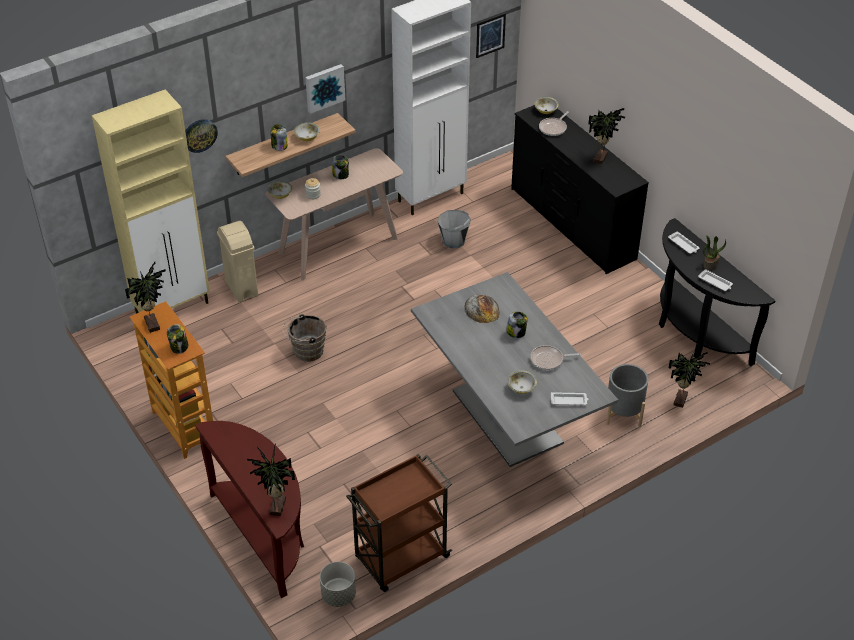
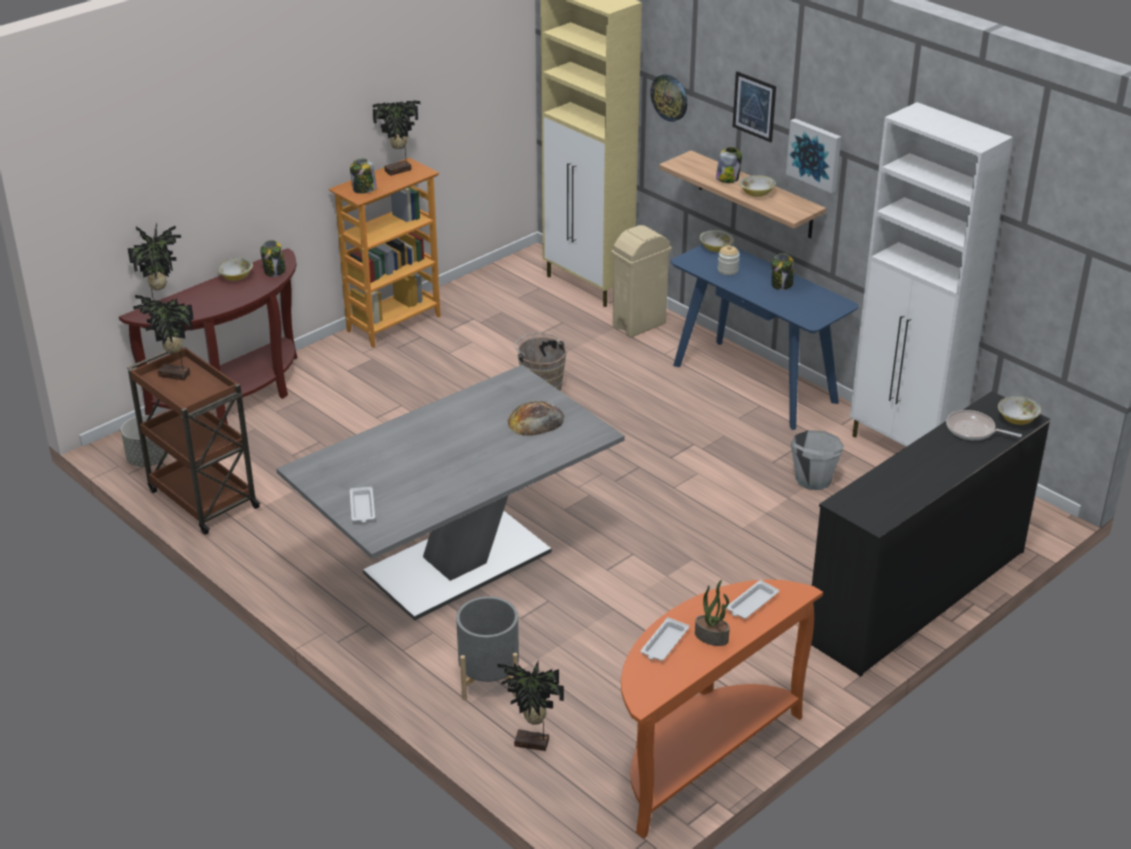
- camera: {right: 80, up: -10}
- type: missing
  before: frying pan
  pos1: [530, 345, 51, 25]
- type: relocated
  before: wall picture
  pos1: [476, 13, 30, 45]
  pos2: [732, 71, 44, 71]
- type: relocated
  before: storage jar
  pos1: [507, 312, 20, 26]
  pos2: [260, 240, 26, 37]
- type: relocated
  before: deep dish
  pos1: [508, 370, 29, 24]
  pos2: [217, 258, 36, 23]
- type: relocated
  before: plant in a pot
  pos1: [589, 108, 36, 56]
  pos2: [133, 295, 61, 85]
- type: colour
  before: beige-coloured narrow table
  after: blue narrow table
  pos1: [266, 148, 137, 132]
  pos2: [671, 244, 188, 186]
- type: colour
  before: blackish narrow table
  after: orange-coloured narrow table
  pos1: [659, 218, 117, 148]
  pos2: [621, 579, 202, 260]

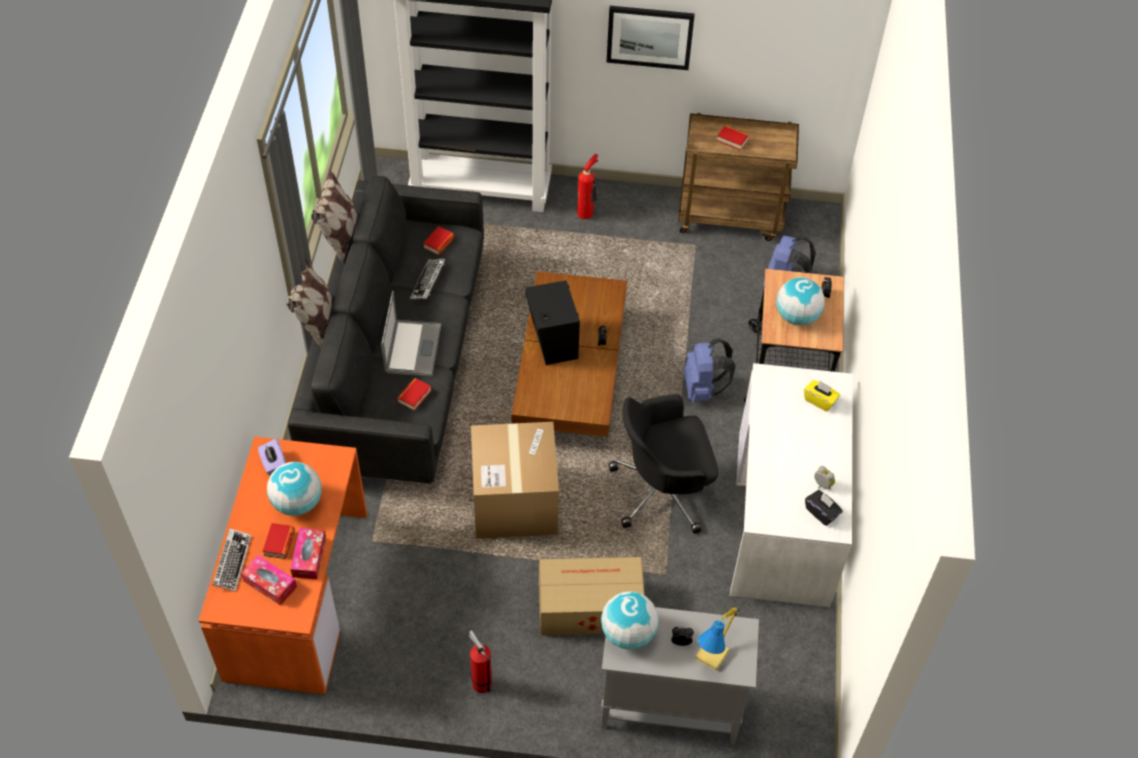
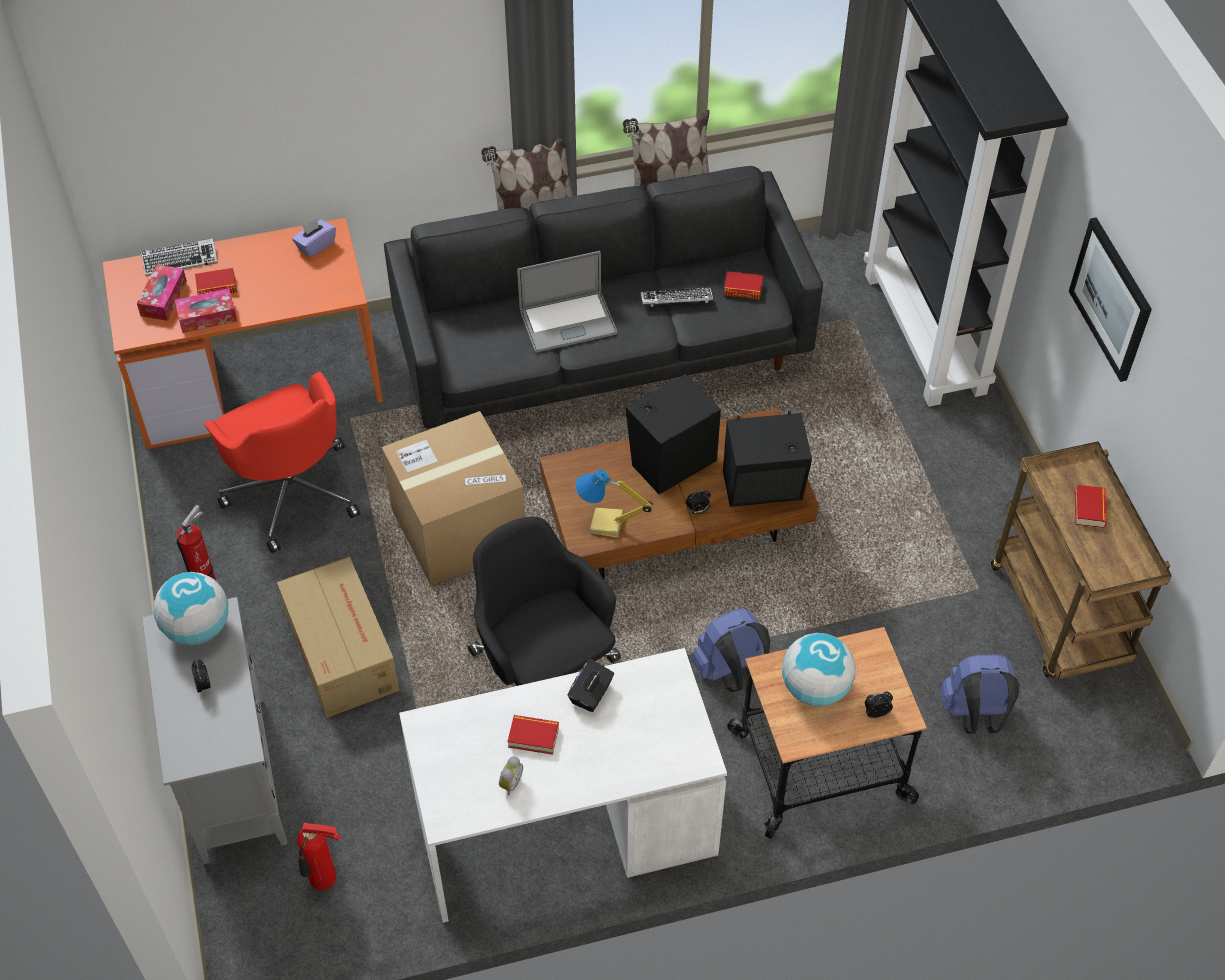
- camera: {right: 70, up: 0}
- type: missing
  before: desk globe
  pos1: [267, 462, 55, 54]
- type: missing
  before: yellowish box of tissues
  pos1: [804, 380, 36, 31]
- type: appeared
  after: reddish computer chair
  pos2: [204, 372, 156, 181]
- type: appeared
  after: blackish loudspeaker
  pos2: [723, 411, 89, 96]
- type: relocated
  before: book
  pos1: [397, 378, 34, 33]
  pos2: [508, 715, 51, 40]
- type: relocated
  before: fire-fighting cylinder
  pos1: [577, 154, 21, 65]
  pos2: [297, 823, 44, 67]
- type: relocated
  before: tabletop lamp
  pos1: [695, 606, 45, 65]
  pos2: [575, 469, 78, 69]
- type: relocated
  before: blackish box of tissues
  pos1: [805, 490, 38, 36]
  pos2: [568, 659, 46, 53]

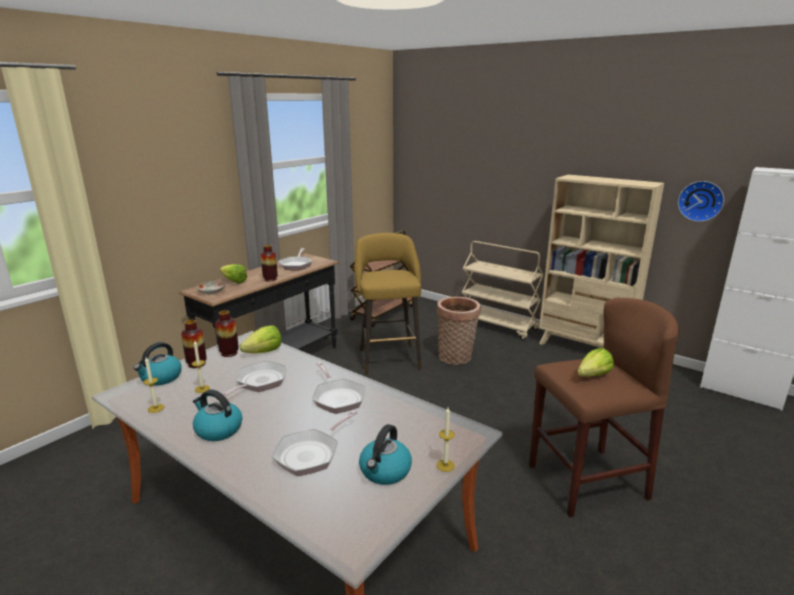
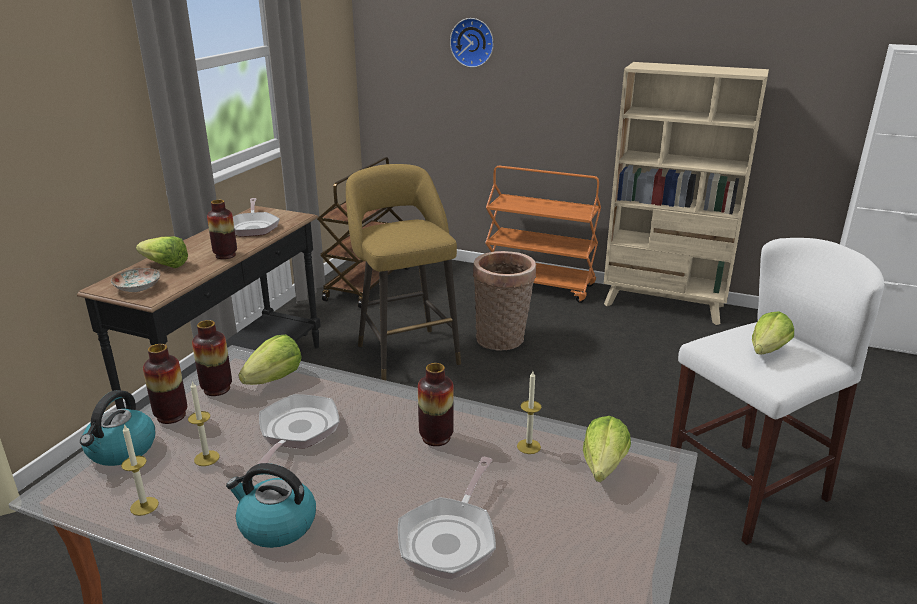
- camera: {right: -15, up: 5}
- type: missing
  before: tea kettle
  pos1: [359, 424, 53, 61]
- type: appeared
  after: head of lettuce
  pos2: [583, 416, 48, 66]
- type: relocated
  before: wax candle
  pos1: [436, 408, 19, 64]
  pos2: [517, 371, 24, 83]
- type: relocated
  before: wall clock
  pos1: [678, 181, 46, 41]
  pos2: [450, 18, 44, 50]
- type: exchanged
  before: frying pan
  after: vase
  pos1: [312, 362, 53, 52]
  pos2: [418, 363, 36, 83]
- type: colour
  before: beige-coloured wheeled cart
  after: orange-coloured wheeled cart
  pos1: [461, 241, 83, 99]
  pos2: [485, 166, 116, 137]
- type: colour
  before: brownish stool
  after: white-coloured stool
  pos1: [529, 298, 150, 219]
  pos2: [671, 238, 214, 307]

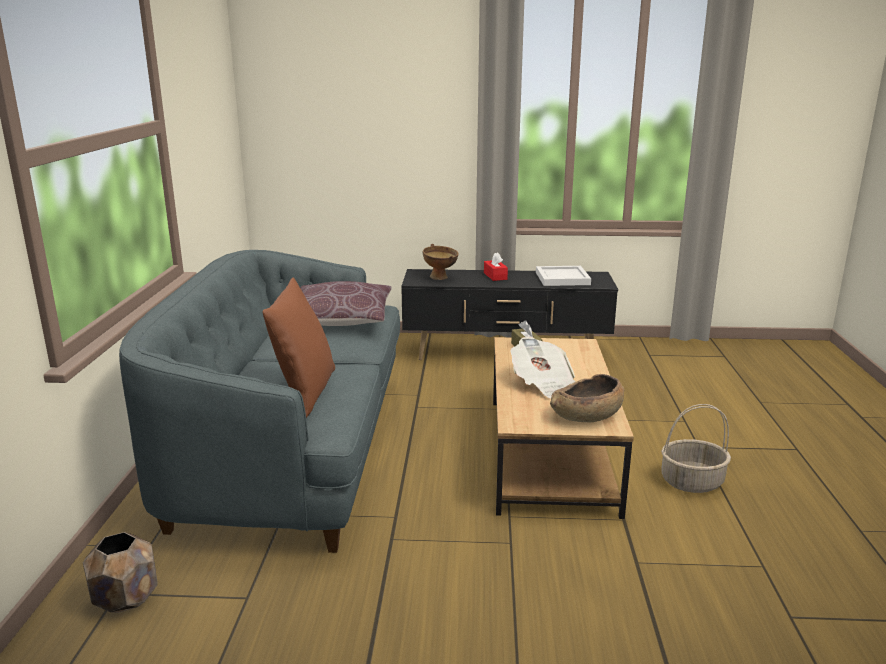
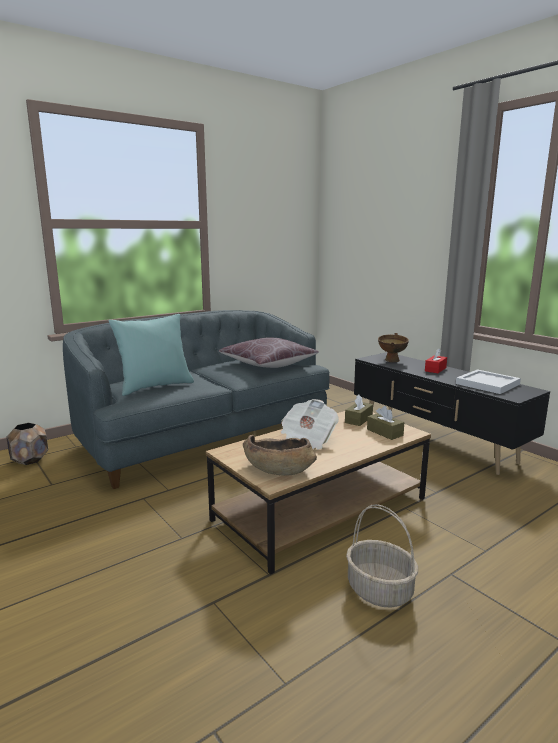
- camera: {right: 50, up: -5}
- type: appeared
  after: brownish box of tissues
  pos2: [367, 406, 37, 34]
- type: colour
  before: brownish pillow
  after: turquoise-coloured pillow
  pos1: [262, 278, 73, 140]
  pos2: [109, 314, 85, 82]

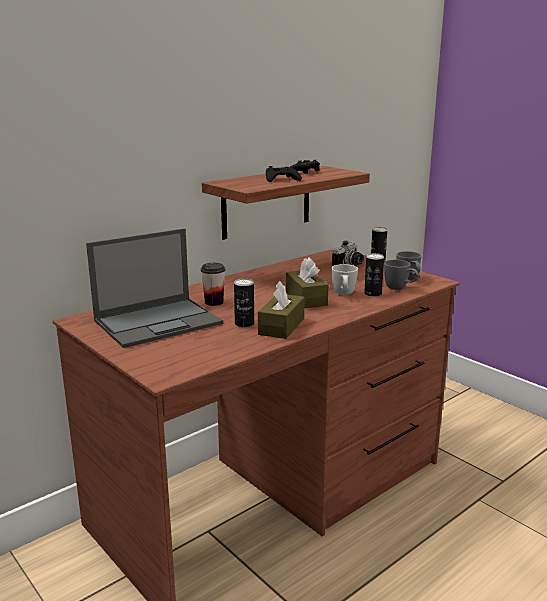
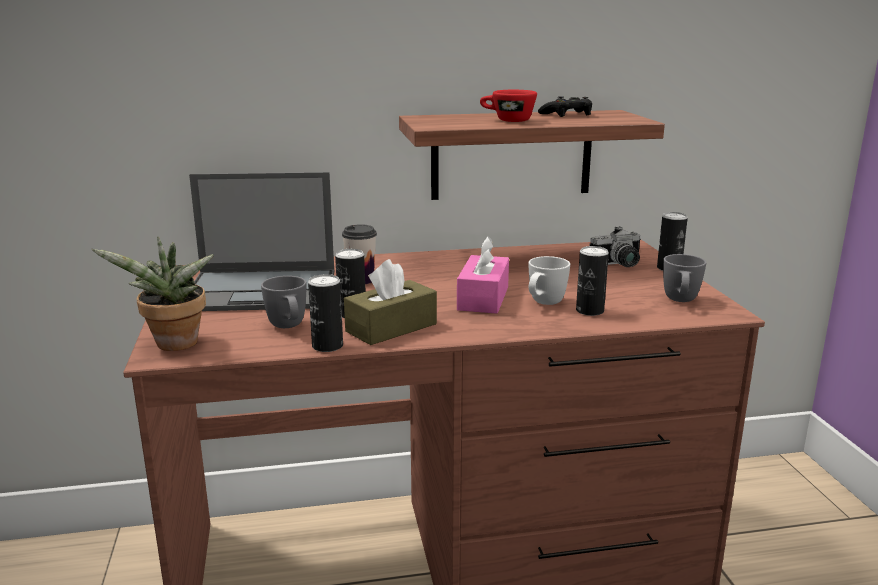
- camera: {right: 30, up: 0}
- type: appeared
  after: plant in a pot
  pos2: [91, 236, 123, 115]
- type: appeared
  after: metal can
  pos2: [308, 274, 35, 78]
- type: relocated
  before: gray tea mug
  pos1: [384, 260, 35, 30]
  pos2: [261, 276, 45, 52]
- type: exchanged
  before: blackish game controller
  after: reddish small cup
  pos1: [266, 166, 36, 16]
  pos2: [480, 90, 57, 32]
- type: colour
  before: brownish box of tissues
  after: pinkish box of tissues
  pos1: [286, 258, 43, 50]
  pos2: [457, 236, 52, 78]

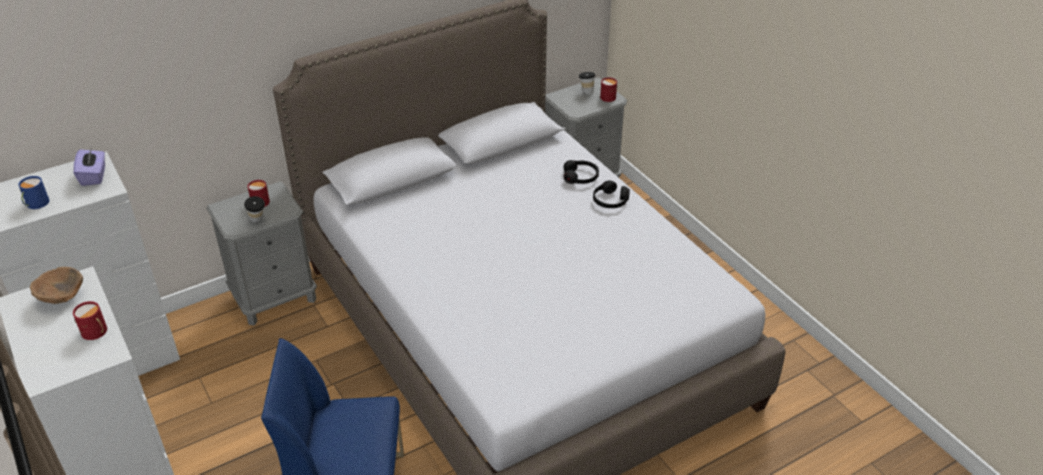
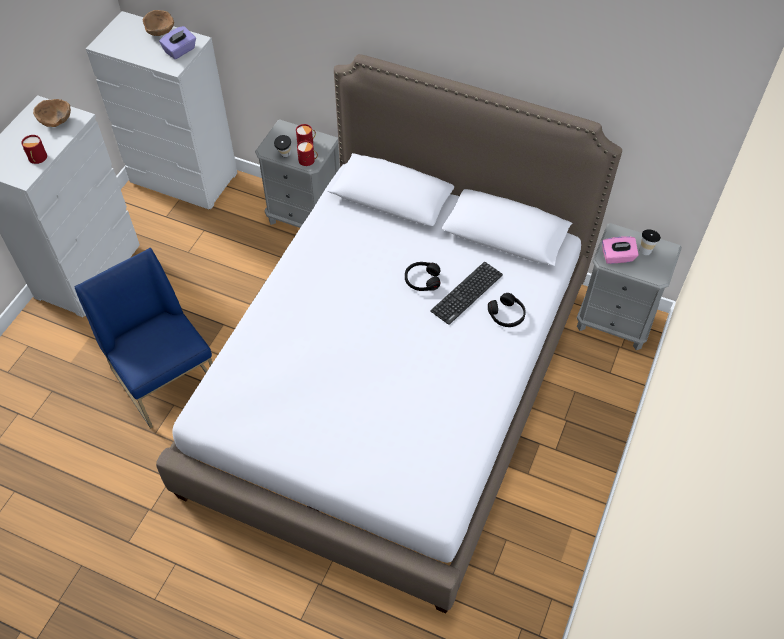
- camera: {right: 55, up: 15}
- type: missing
  before: blue tea mug
  pos1: [19, 176, 30, 33]
- type: appeared
  after: brownish deep dish
  pos2: [143, 10, 31, 26]
- type: appeared
  after: computer keyboard
  pos2: [430, 262, 73, 63]
- type: appeared
  after: pinkish box of tissues
  pos2: [602, 236, 37, 28]
- type: relocated
  before: blackish headphones
  pos1: [593, 180, 37, 28]
  pos2: [405, 262, 36, 29]
- type: relocated
  before: reddish tea mug
  pos1: [600, 77, 18, 25]
  pos2: [297, 141, 21, 25]

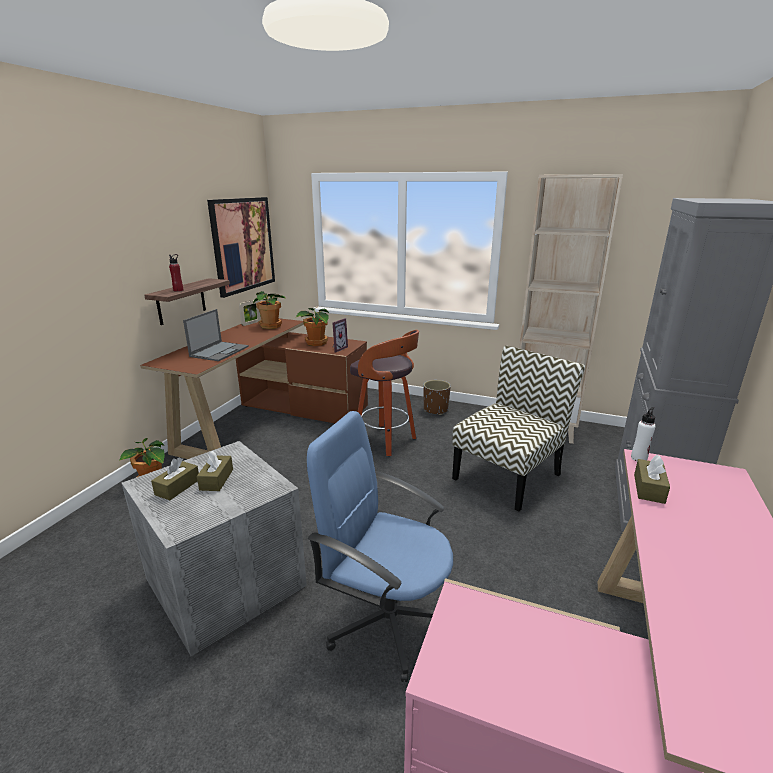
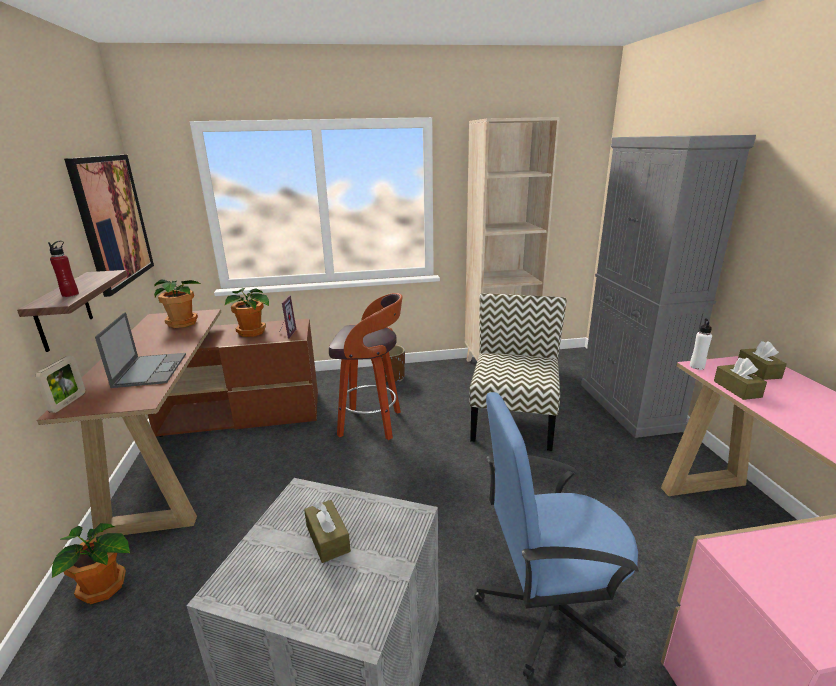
- camera: {right: -30, up: 0}
- type: relocated
  before: brownish box of tissues
  pos1: [151, 457, 48, 43]
  pos2: [738, 341, 49, 39]
- type: relocated
  before: picture frame
  pos1: [239, 300, 22, 26]
  pos2: [35, 356, 50, 57]

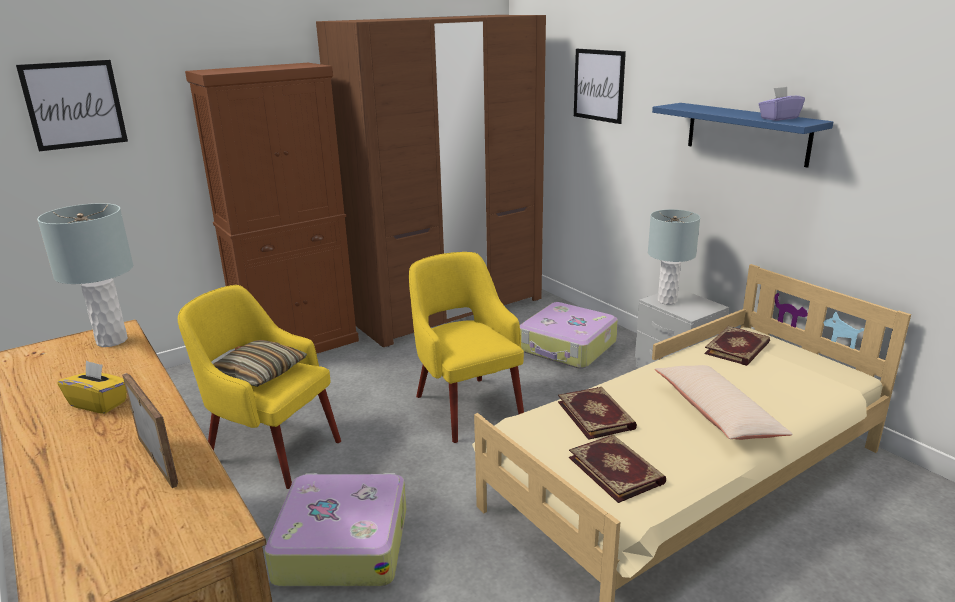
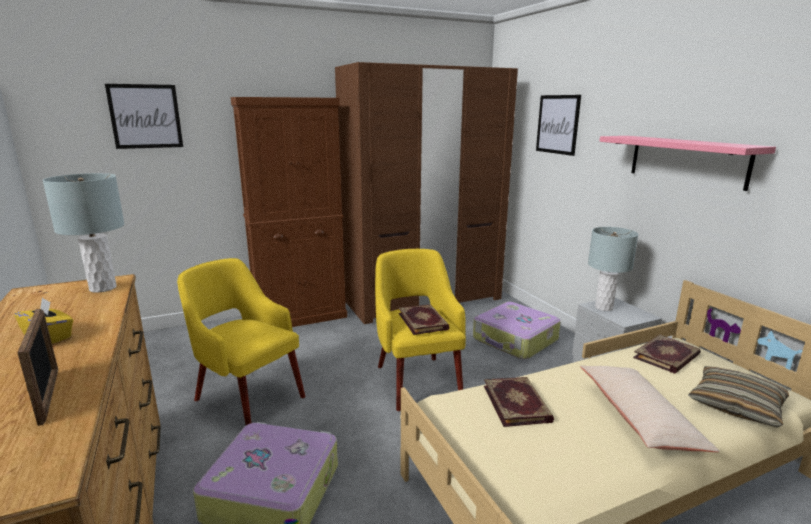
- camera: {right: 10, up: -5}
- type: missing
  before: purple-coloured box of tissues
  pos1: [759, 87, 46, 34]
- type: relocated
  before: pillow
  pos1: [213, 340, 94, 47]
  pos2: [688, 366, 101, 62]
- type: relocated
  before: book
  pos1: [569, 435, 97, 68]
  pos2: [399, 304, 51, 31]
- type: colour
  before: blue wall shelf
  after: pinkish wall shelf
  pos1: [652, 103, 181, 65]
  pos2: [599, 136, 177, 55]

